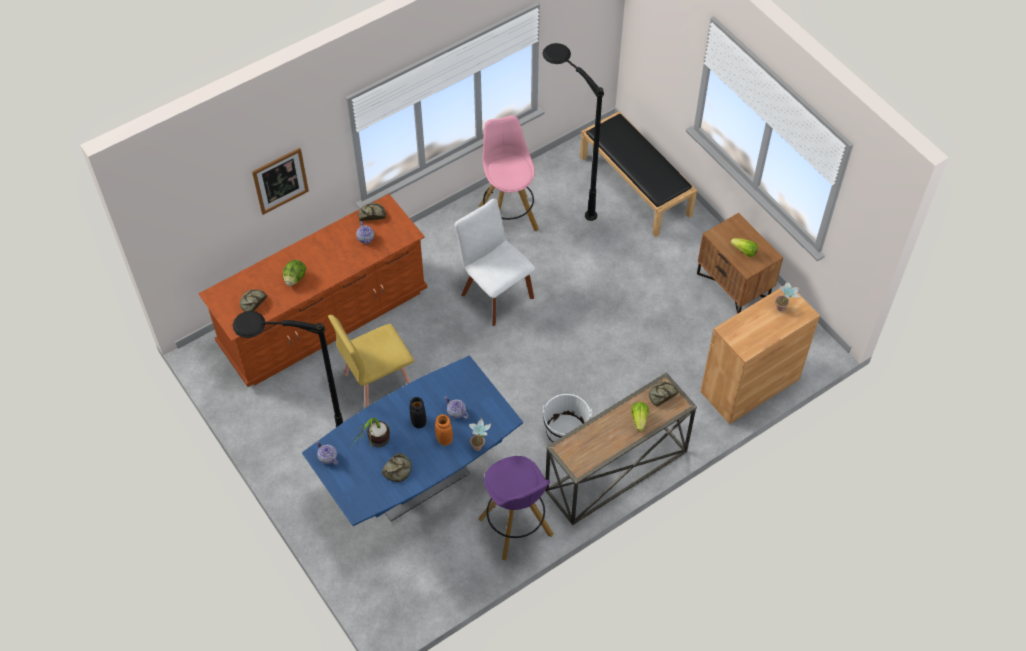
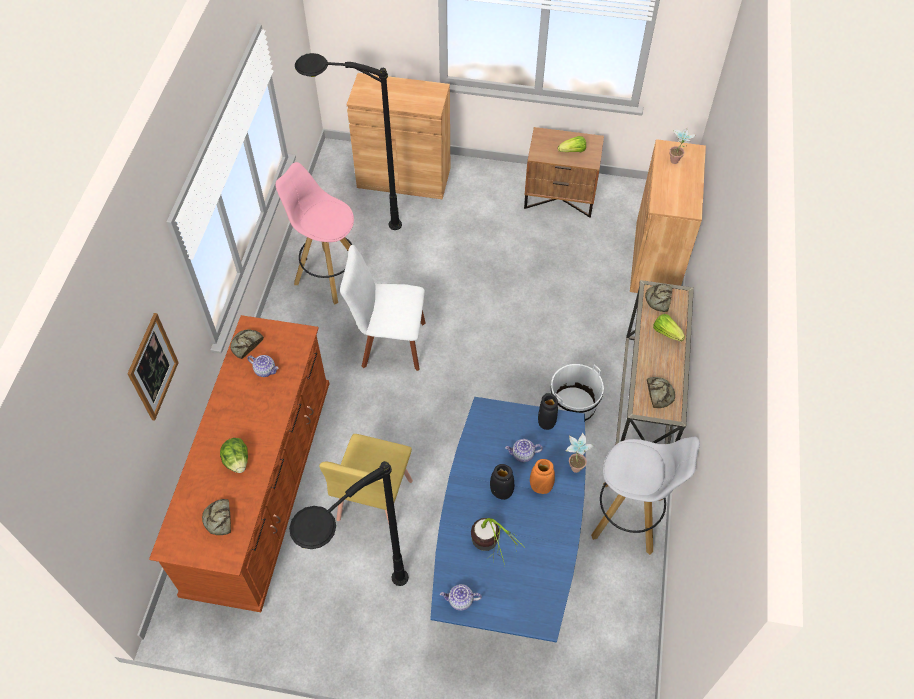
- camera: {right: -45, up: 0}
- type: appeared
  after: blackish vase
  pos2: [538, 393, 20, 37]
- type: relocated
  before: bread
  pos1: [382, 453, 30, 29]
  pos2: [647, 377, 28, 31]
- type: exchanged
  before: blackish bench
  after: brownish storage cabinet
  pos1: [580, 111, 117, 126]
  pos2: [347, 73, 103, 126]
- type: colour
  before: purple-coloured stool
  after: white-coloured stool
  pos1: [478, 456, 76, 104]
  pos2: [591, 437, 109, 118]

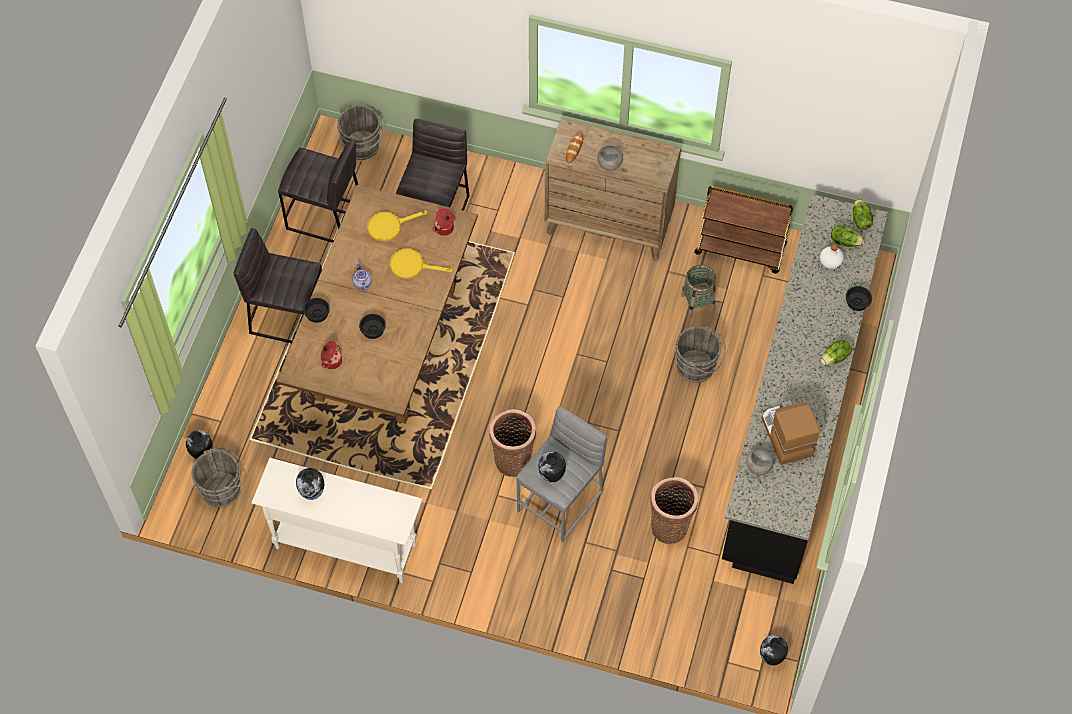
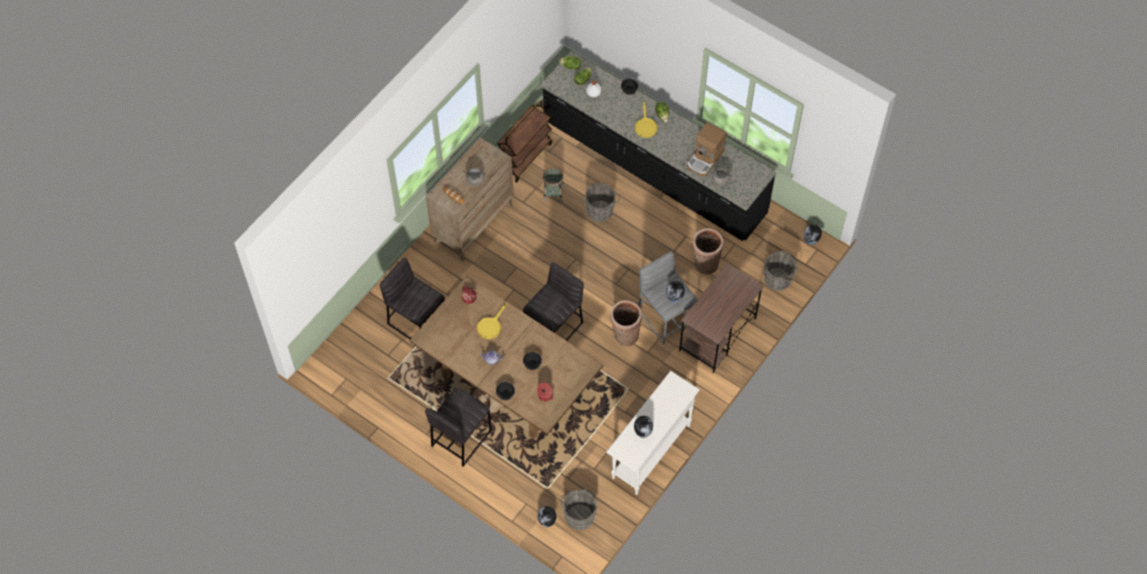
- camera: {right: -70, up: 0}
- type: appeared
  after: brownish desk table
  pos2: [679, 263, 85, 110]
- type: relocated
  before: gray stool
  pos1: [278, 140, 81, 102]
  pos2: [523, 262, 61, 79]
- type: relocated
  before: gray pail
  pos1: [337, 106, 47, 54]
  pos2: [764, 251, 34, 40]
- type: relocated
  before: yellowish frying pan
  pos1: [367, 211, 60, 30]
  pos2: [635, 102, 23, 36]
- type: spun
  before: coffee maker
  pos1: [762, 400, 58, 65]
  pos2: [687, 122, 39, 54]
  turn: -60

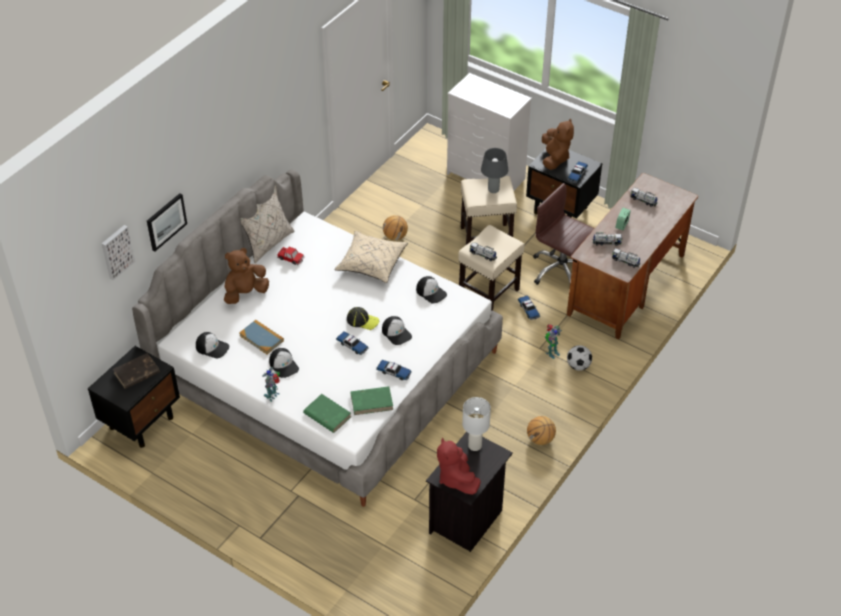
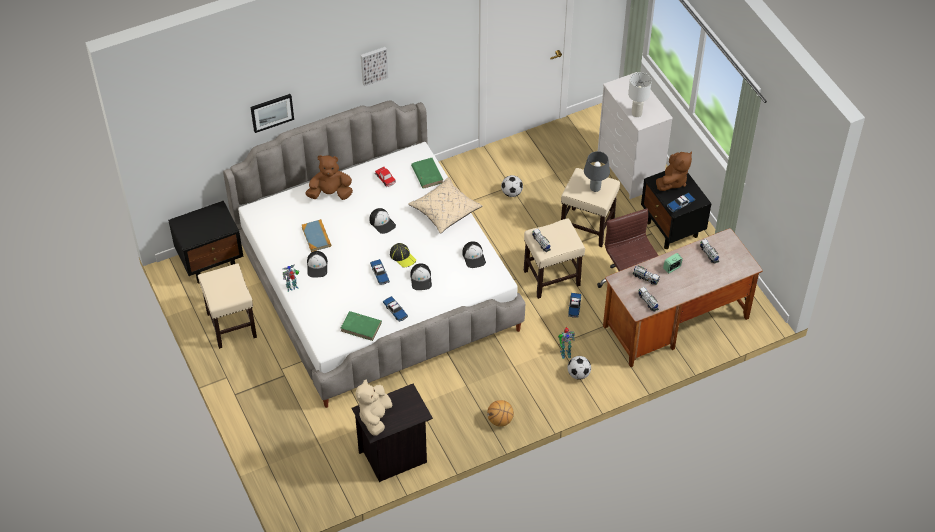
- camera: {right: 30, up: 5}
- type: missing
  before: brownish book
  pos1: [113, 353, 47, 36]
- type: missing
  before: beige-coloured pillow
  pos1: [241, 185, 53, 78]
- type: appeared
  after: beige-coloured stool
  pos2: [198, 264, 59, 85]
- type: relocated
  before: wall picture
  pos1: [102, 225, 33, 55]
  pos2: [361, 47, 27, 39]
- type: relocated
  before: cap
  pos1: [196, 332, 33, 26]
  pos2: [369, 208, 27, 26]
- type: relocated
  before: greenish book
  pos1: [303, 394, 48, 39]
  pos2: [411, 158, 32, 31]
- type: relocated
  before: white-coloured tabletop lamp
  pos1: [462, 397, 29, 54]
  pos2: [628, 72, 24, 45]
- type: exchanged
  before: ball for basketball
  after: football
  pos1: [383, 215, 25, 25]
  pos2: [501, 175, 22, 22]
- type: colour
  before: reddish cuddly toy
  after: beige-coloured cuddly toy
  pos1: [437, 437, 44, 58]
  pos2: [355, 380, 37, 56]

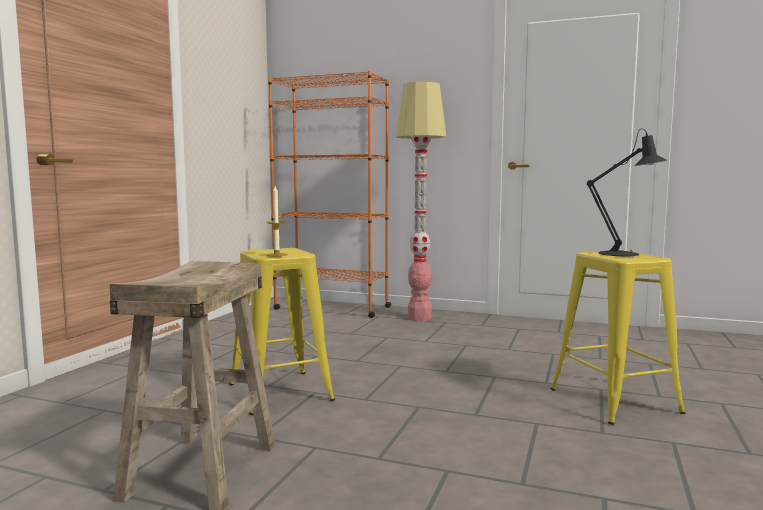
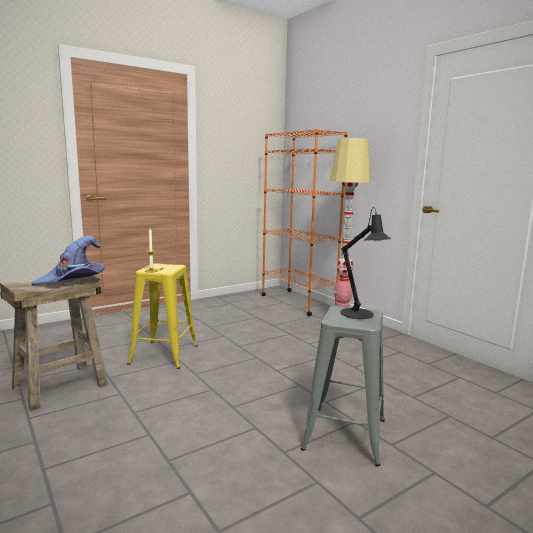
- camera: {right: 35, up: 5}
- type: appeared
  after: purple-coloured wearable hat
  pos2: [31, 236, 74, 50]
- type: colour
  before: yellowish stool
  after: gray stool
  pos1: [550, 252, 135, 173]
  pos2: [301, 306, 84, 160]

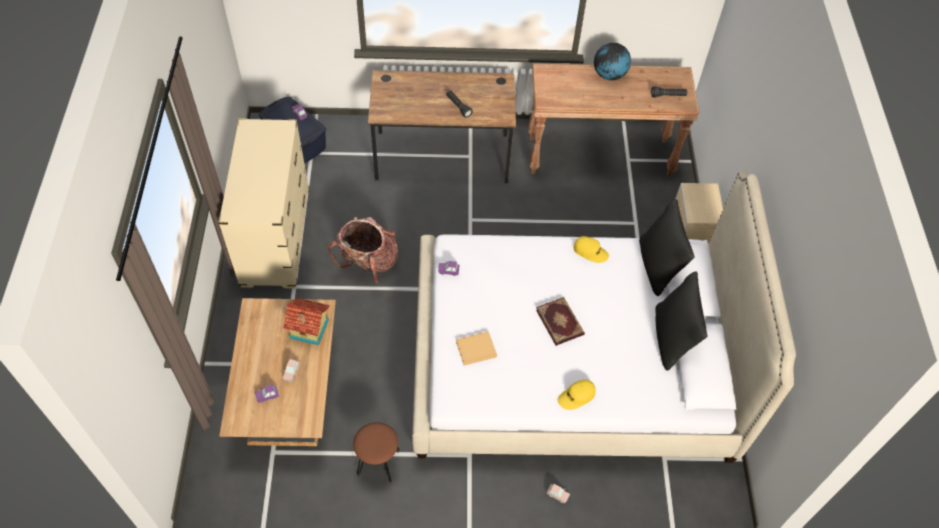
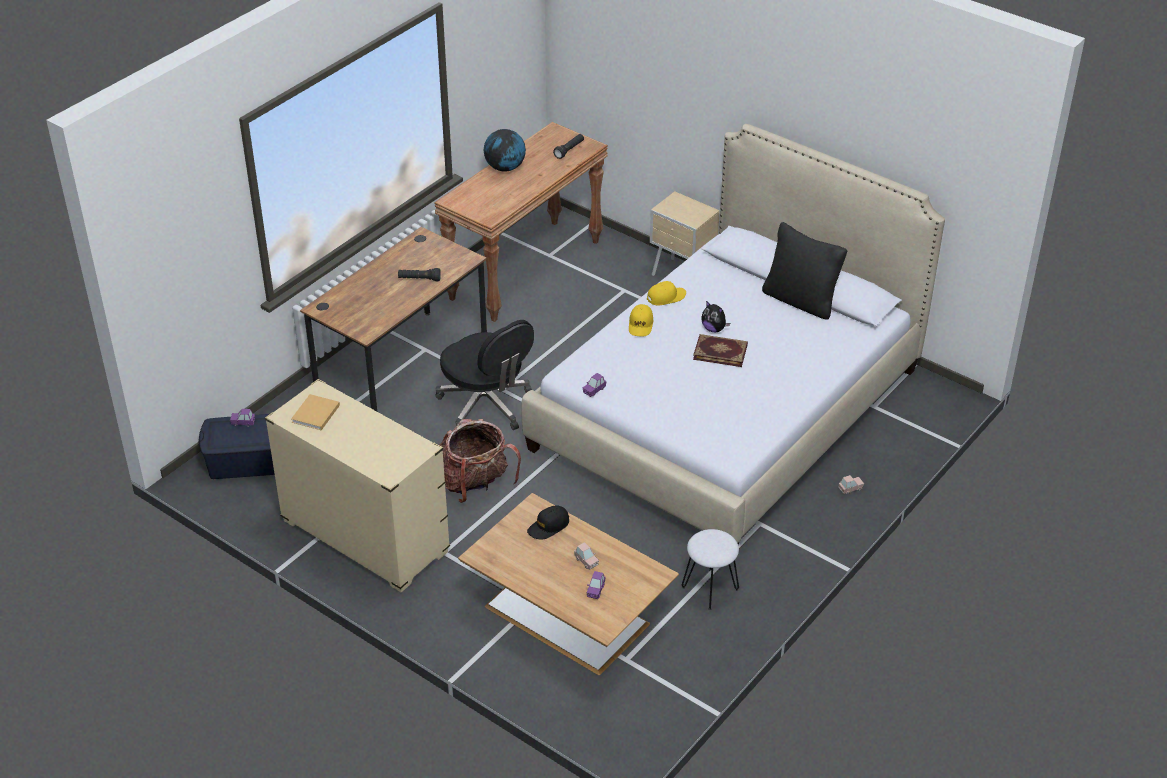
- camera: {right: -50, up: -15}
- type: missing
  before: blackish pillow
  pos1: [639, 199, 56, 97]
- type: appeared
  after: blackish computer chair
  pos2: [435, 320, 99, 110]
- type: appeared
  after: cuddly toy
  pos2: [701, 301, 29, 31]
- type: relocated
  before: beige-coloured book
  pos1: [456, 331, 41, 35]
  pos2: [291, 394, 49, 36]
- type: relocated
  before: yellowish cap
  pos1: [558, 379, 38, 31]
  pos2: [629, 304, 24, 33]
- type: exchanged
  before: miniature house
  after: blackish cap
  pos1: [283, 298, 47, 47]
  pos2: [527, 505, 42, 34]
- type: colour
  before: brownish stool
  after: white-coloured stool
  pos1: [353, 422, 46, 60]
  pos2: [682, 529, 57, 81]

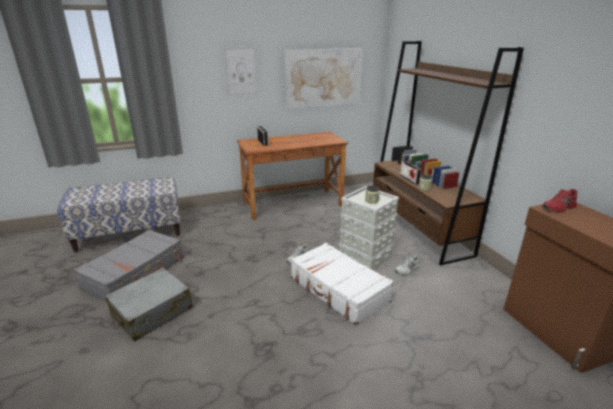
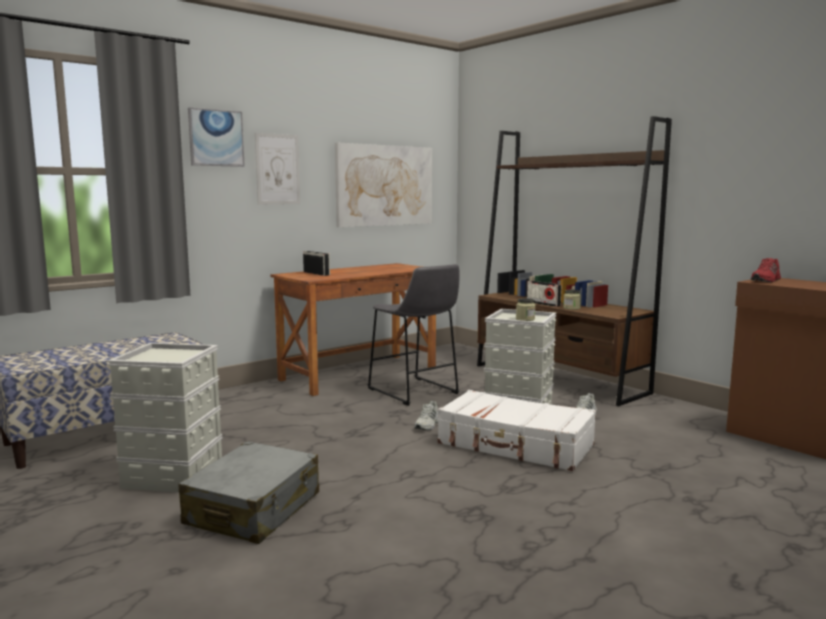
- camera: {right: -20, up: -15}
- type: appeared
  after: wall picture
  pos2: [188, 107, 57, 60]
- type: appeared
  after: gray stool
  pos2: [368, 264, 92, 142]
- type: exchanged
  before: gray travel case
  after: gray storage container
  pos1: [74, 229, 110, 73]
  pos2: [108, 343, 115, 150]

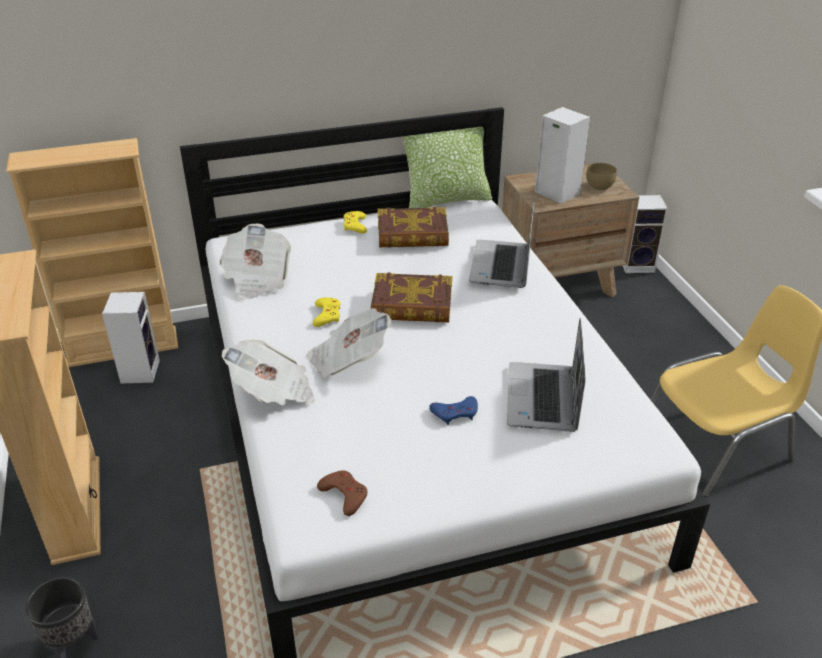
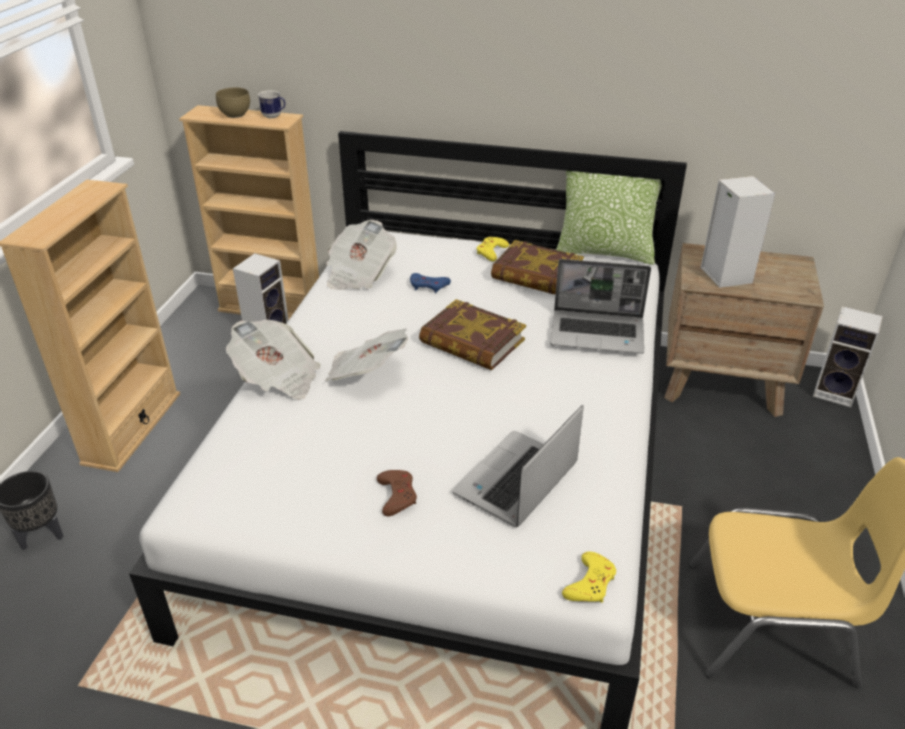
- camera: {right: 30, up: 0}
- type: appeared
  after: tea mug
  pos2: [258, 90, 27, 28]
- type: relocated
  before: yellowish game controller
  pos1: [313, 297, 28, 30]
  pos2: [562, 551, 54, 52]
- type: relocated
  before: brownish game controller
  pos1: [317, 470, 51, 46]
  pos2: [377, 470, 40, 46]
- type: relocated
  before: blue game controller
  pos1: [429, 396, 49, 29]
  pos2: [410, 273, 41, 20]
- type: relocated
  before: brownish deep dish
  pos1: [586, 163, 31, 28]
  pos2: [216, 87, 34, 31]
- type: spun
  before: laptop
  pos1: [469, 200, 65, 88]
  pos2: [550, 259, 101, 95]
  turn: -120

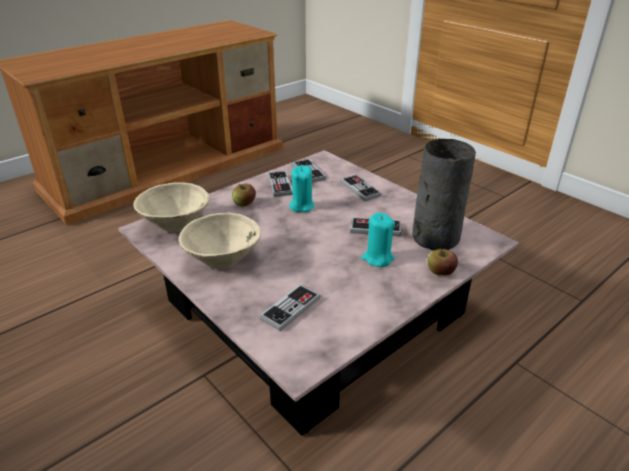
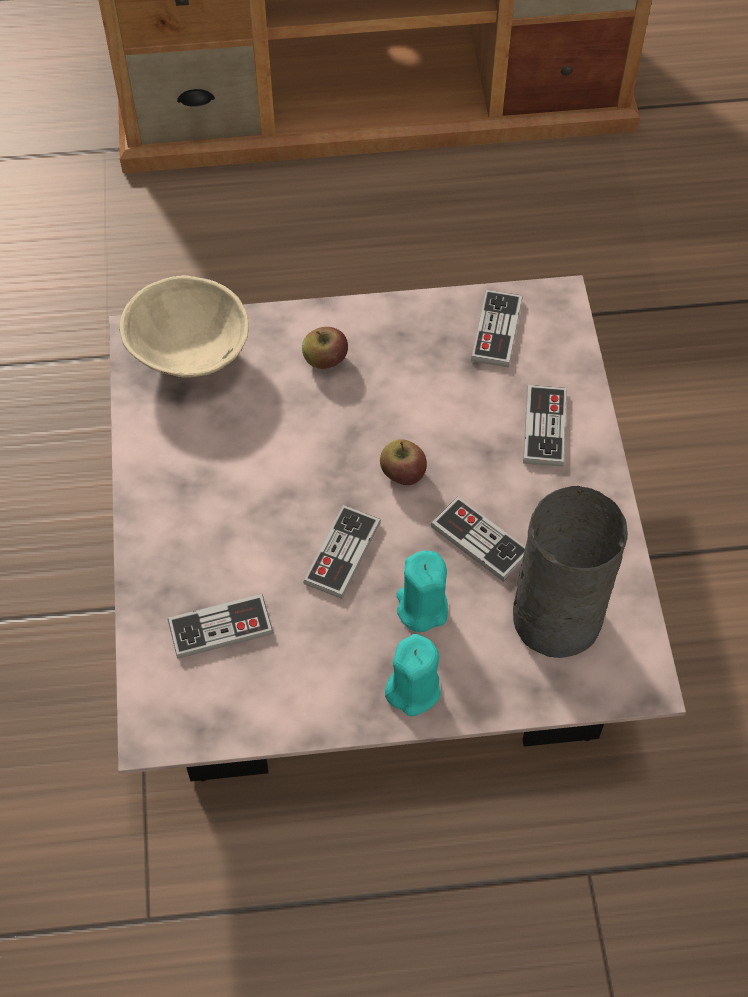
- camera: {right: 35, up: 25}
- type: missing
  before: beige-coloured deep dish
  pos1: [179, 213, 82, 56]
- type: relocated
  before: game controller
  pos1: [268, 171, 24, 26]
  pos2: [303, 505, 78, 94]
- type: relocated
  before: turquoise-coloured wax candle
  pos1: [289, 165, 26, 47]
  pos2: [385, 634, 56, 82]
- type: relocated
  before: whole apple
  pos1: [427, 247, 31, 29]
  pos2: [380, 439, 47, 46]

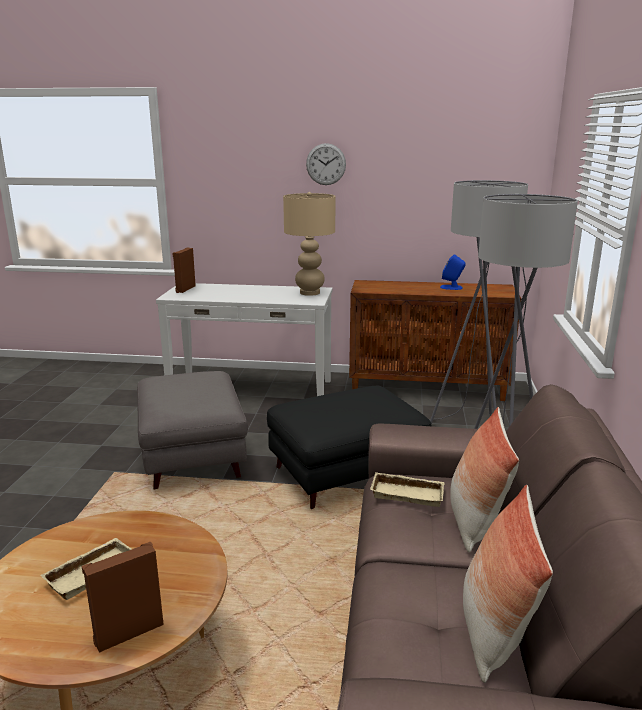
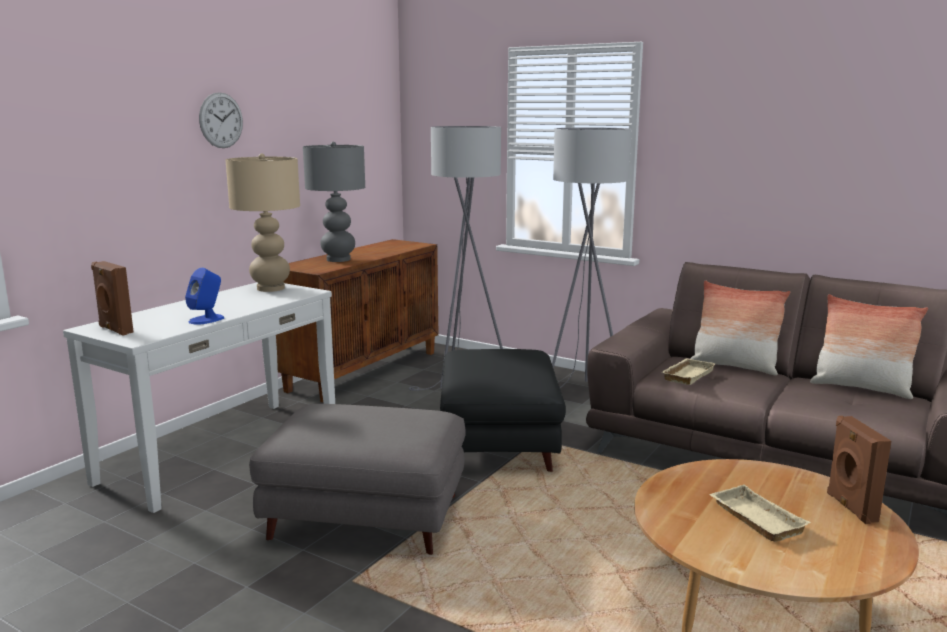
- camera: {right: -65, up: -5}
- type: appeared
  after: gray tabletop lamp
  pos2: [303, 142, 62, 120]
- type: relocated
  before: blue loudspeaker
  pos1: [440, 254, 26, 36]
  pos2: [185, 268, 39, 57]

